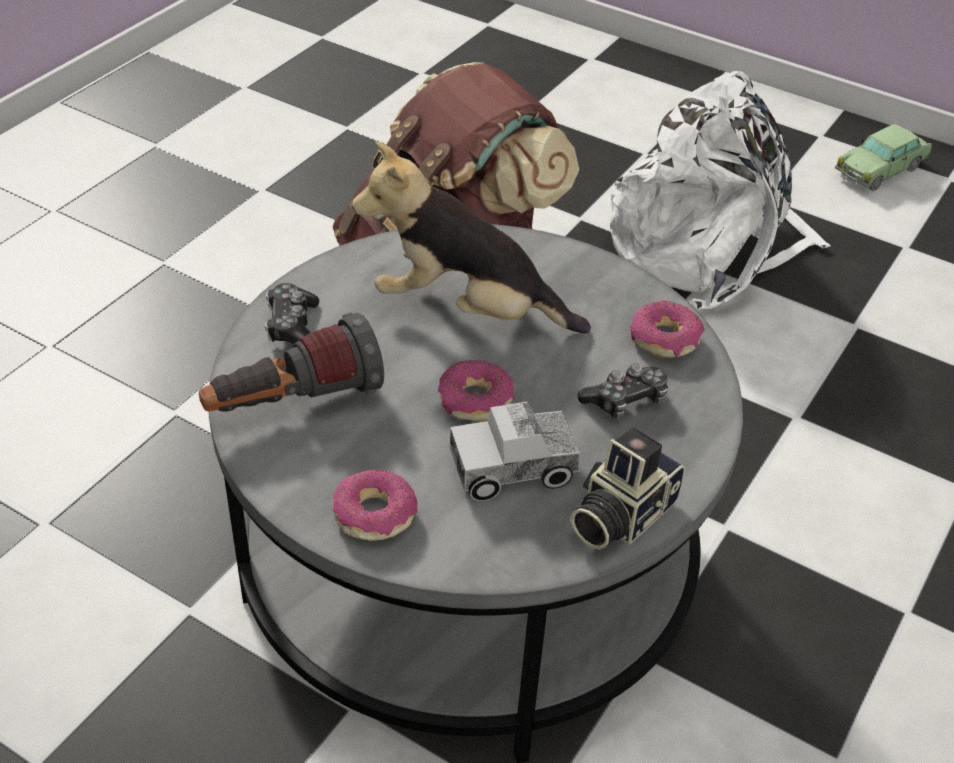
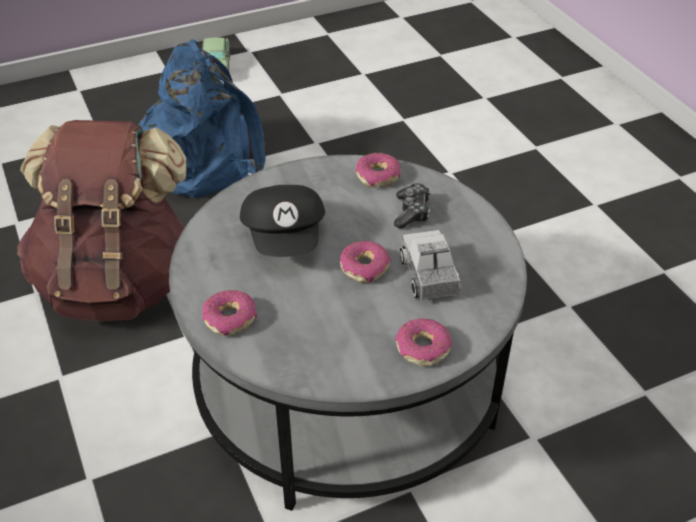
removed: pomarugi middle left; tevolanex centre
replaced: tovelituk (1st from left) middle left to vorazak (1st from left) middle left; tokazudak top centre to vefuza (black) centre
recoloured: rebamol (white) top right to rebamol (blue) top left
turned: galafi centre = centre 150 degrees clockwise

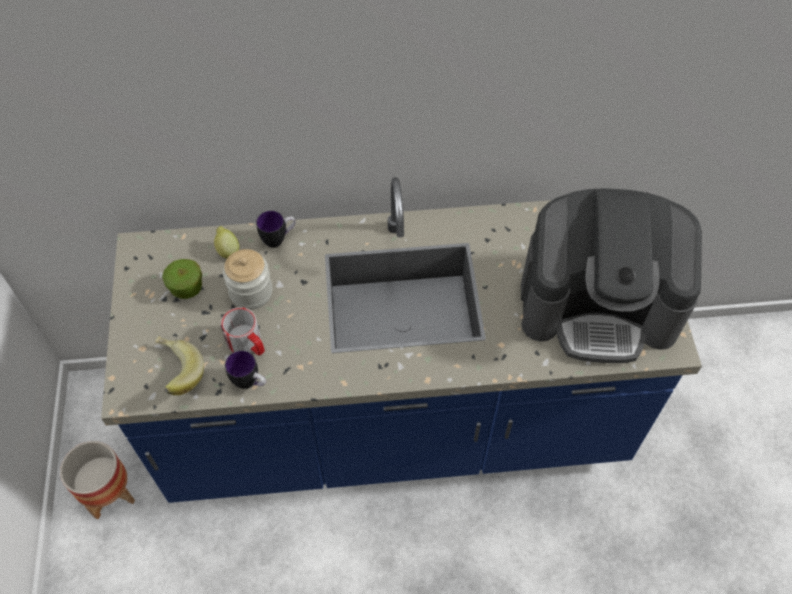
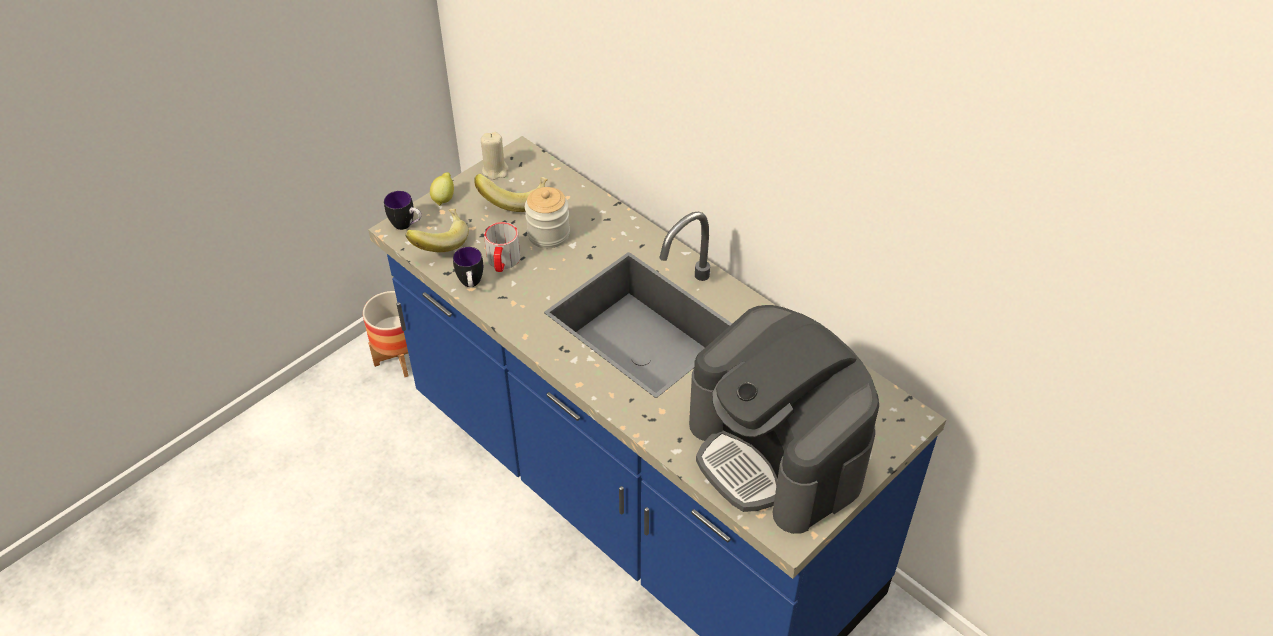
added: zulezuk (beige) top centre
moved: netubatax middle left to top centre; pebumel (3rd from left in the first image) centre to pebumel (1st from left) top left
replaced: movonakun middle left to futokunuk (2nd from left) top centre

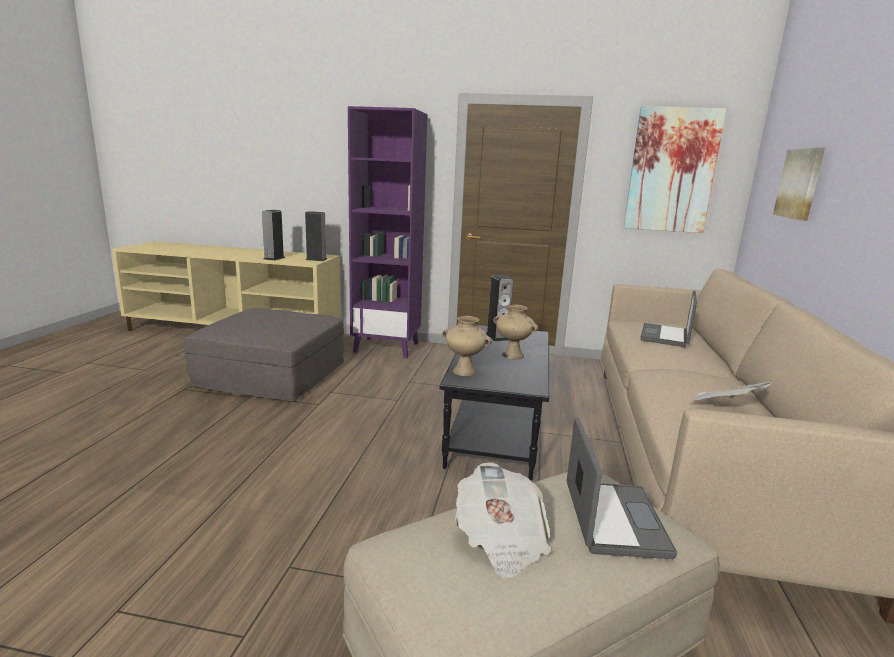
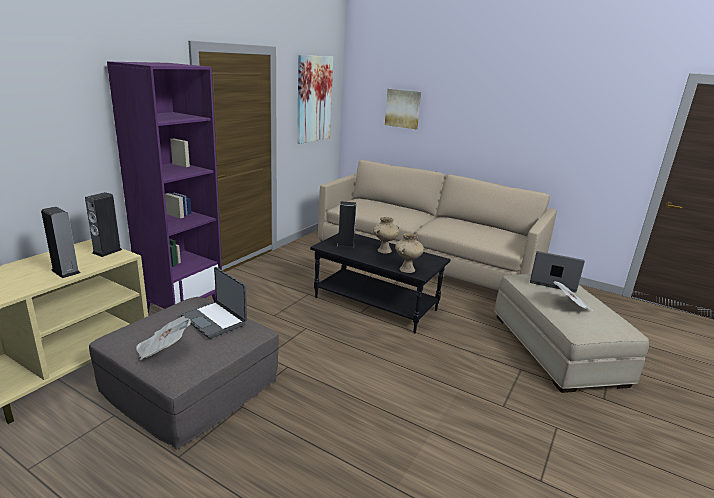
moved: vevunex (2nd from left in the first image) middle right to vevunex (1st from left) middle left; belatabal (2nd from left in the first image) middle right to belatabal (1st from left) bottom left

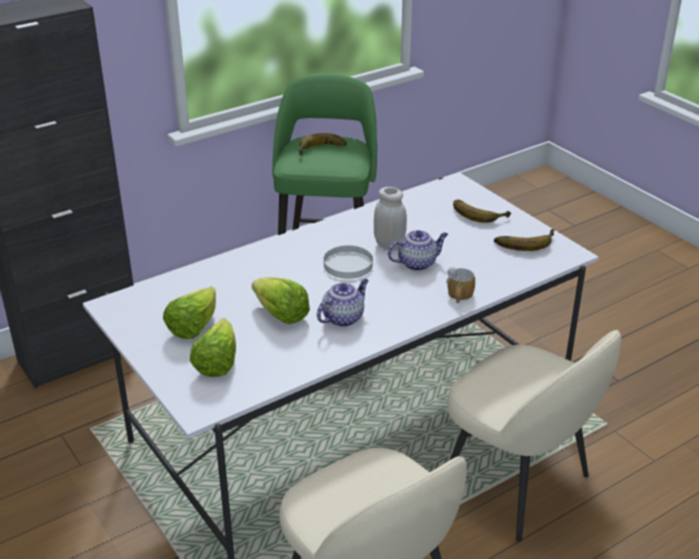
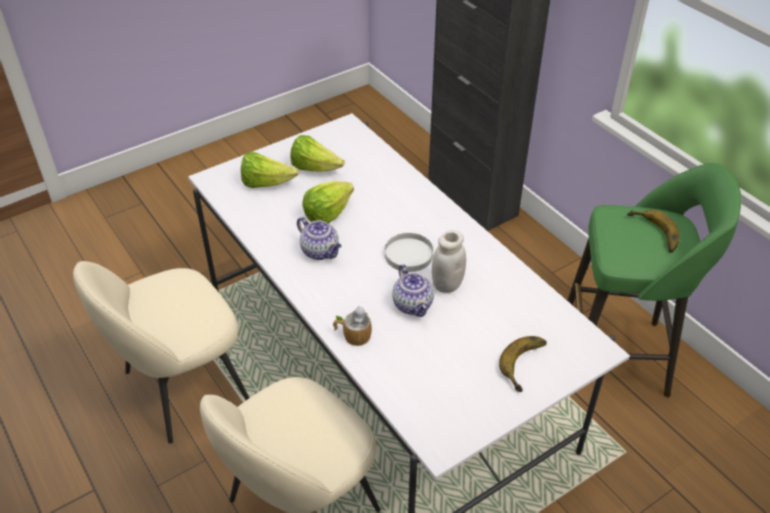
removed: futokunuk (3rd from left) middle right

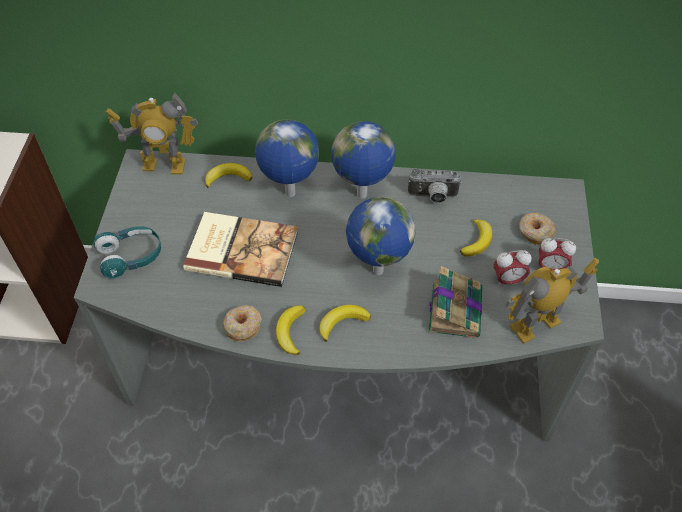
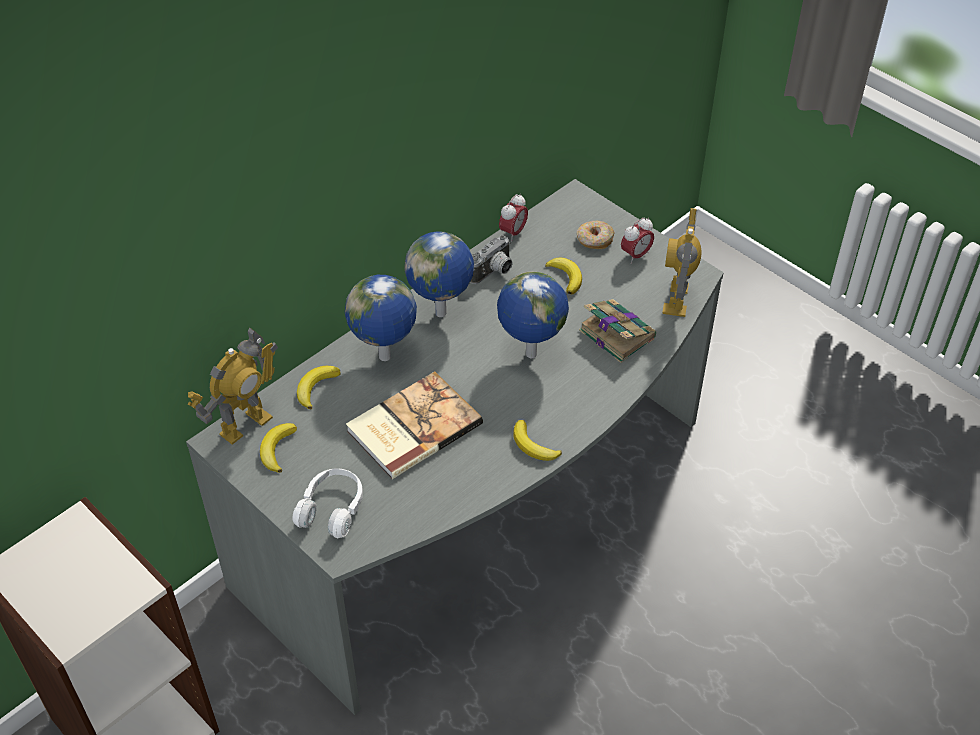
removed: vorazak (1st from left) centre
moved: futokunuk (3rd from left in the first image) centre to futokunuk (1st from left) middle left; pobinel (1st from left) middle right to top centre
recoloured: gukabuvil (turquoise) middle left to gukabuvil (white) bottom centre

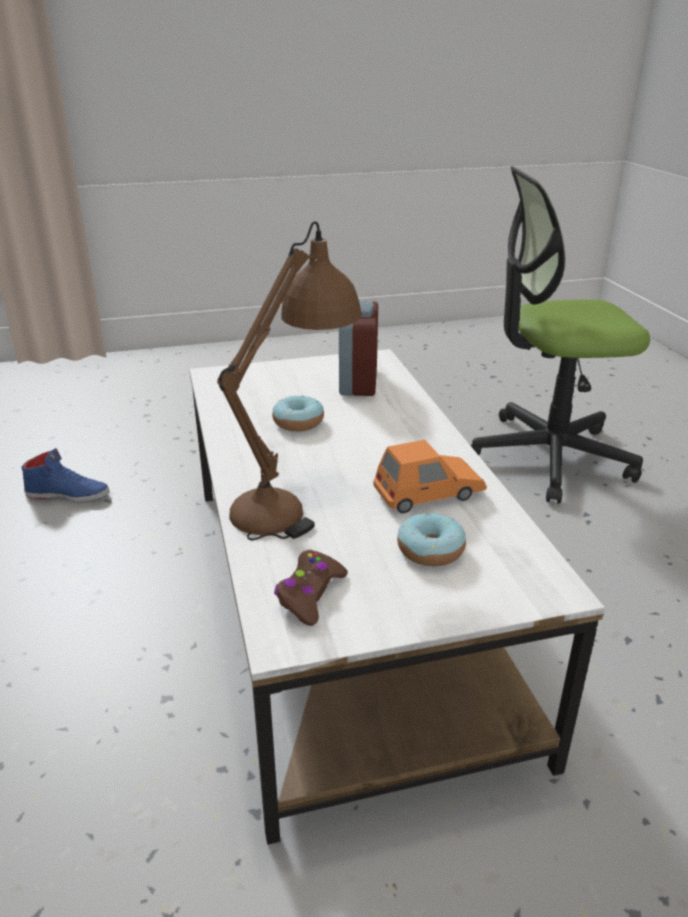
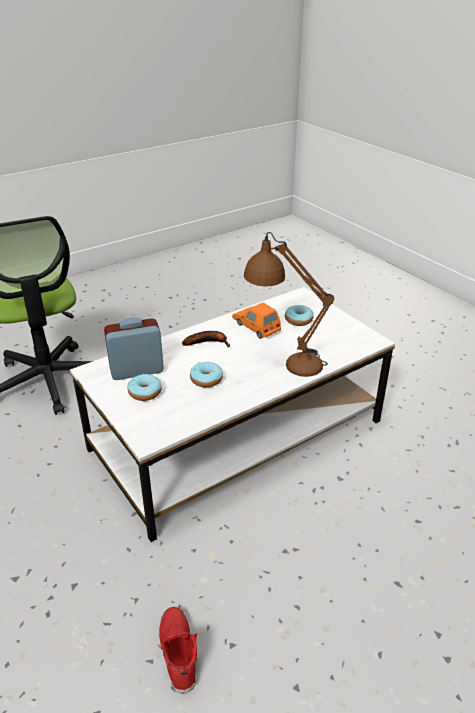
removed: tovelituk (brown) centre
added: vorazak (1st from left) middle left; futokunuk centre
recoloured: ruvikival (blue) middle left to ruvikival (red) bottom centre

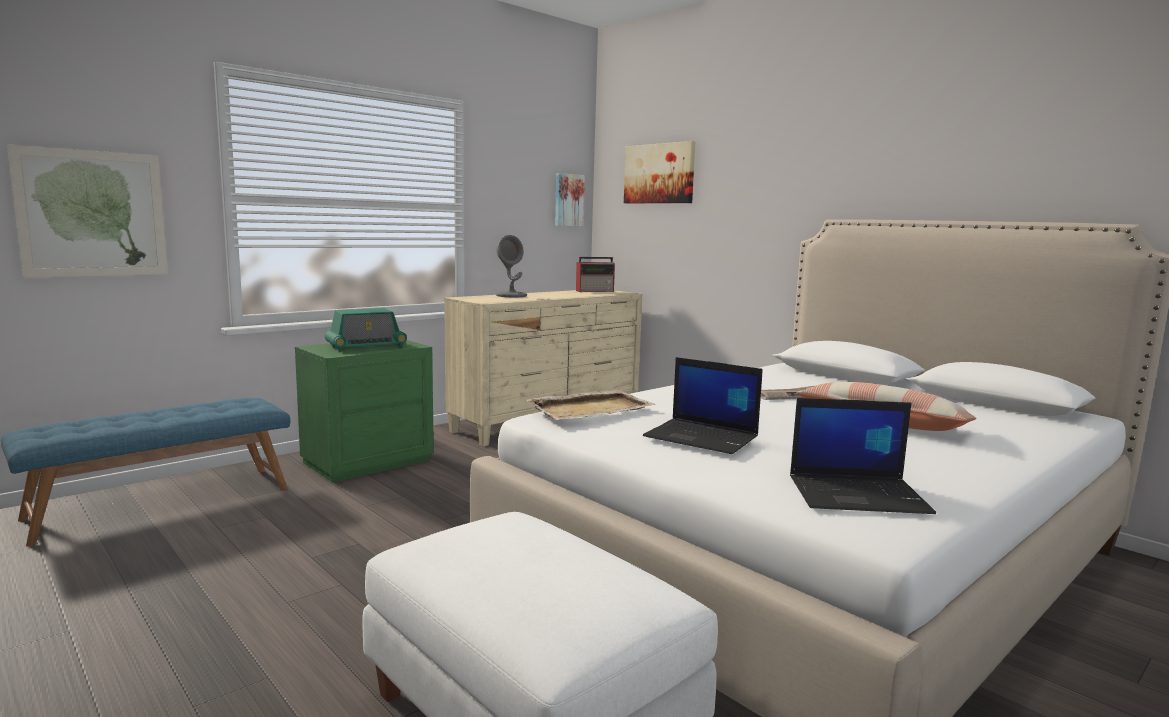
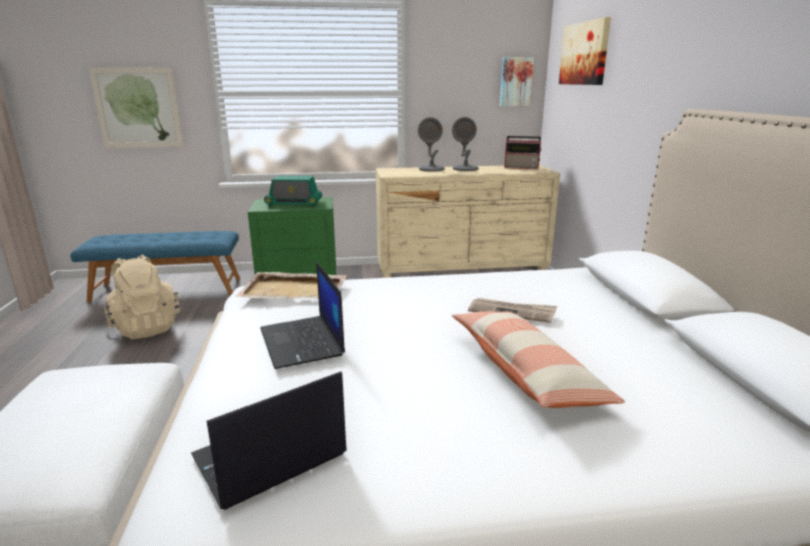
added: rebamol (beige) middle left; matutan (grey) (2nd from left) top centre
turned: vevunex (2nd from left in the first image) middle right = bottom left 105 degrees clockwise

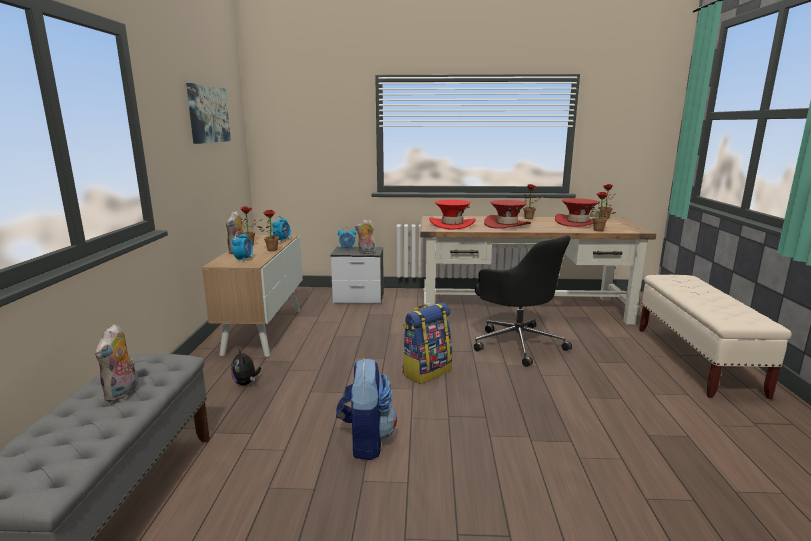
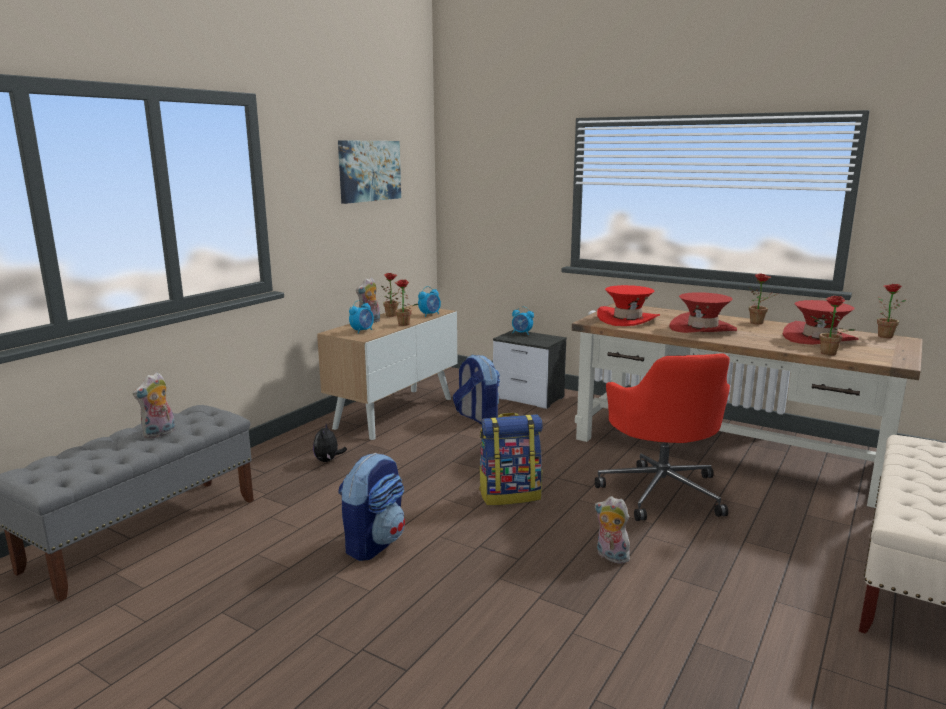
added: rebamol (2nd from left) centre
moved: tokazudak (4th from left) centre to bottom centre
recoloured: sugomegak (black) centre to sugomegak (red) middle right

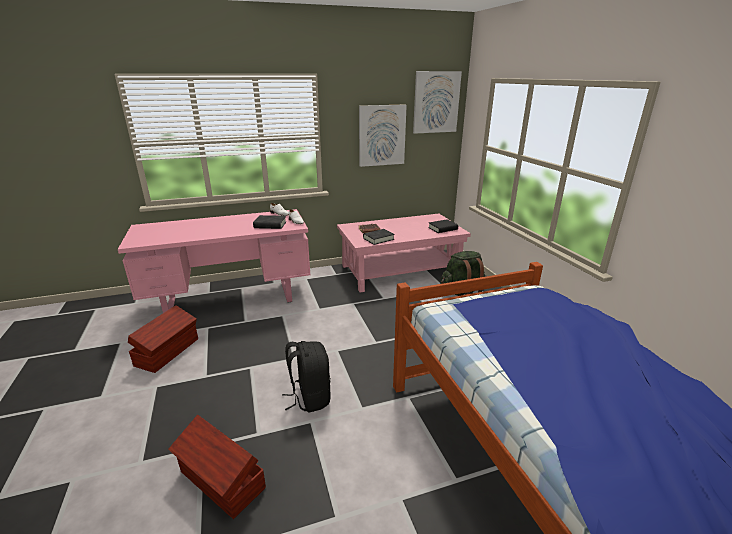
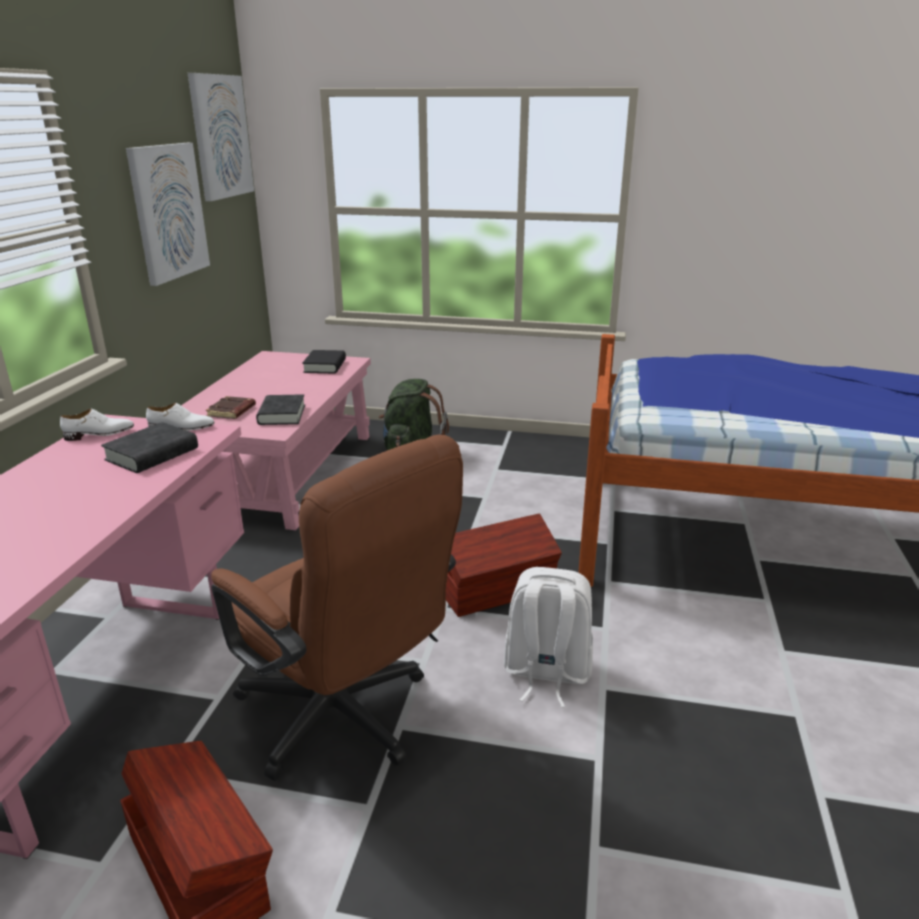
added: sugomegak (brown) centre
moved: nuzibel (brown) (2nd from left) bottom left to centre
recoloured: rebamol (black) bottom centre to rebamol (white) bottom centre

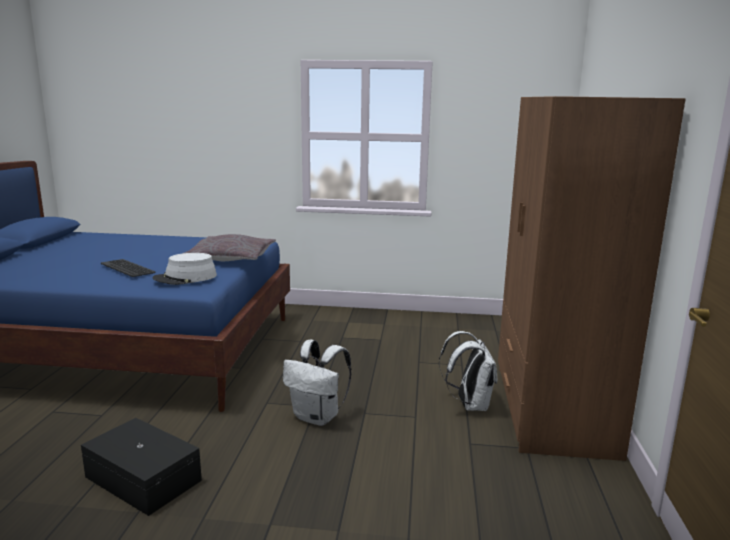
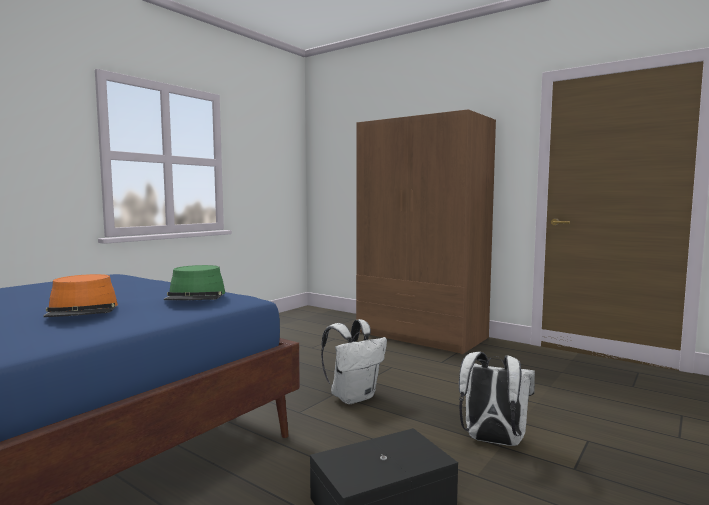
removed: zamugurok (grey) middle left
moved: rebamol (white) (2nd from left) bottom centre to bottom right
replaced: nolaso middle left to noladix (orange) middle left
recoloured: noladix (grey) middle left to noladix (green) middle left

